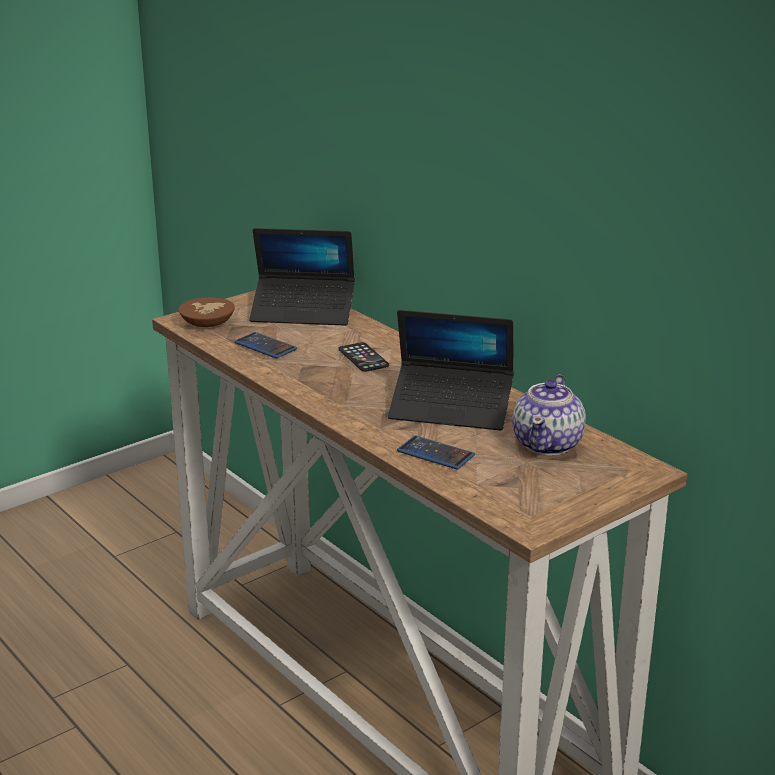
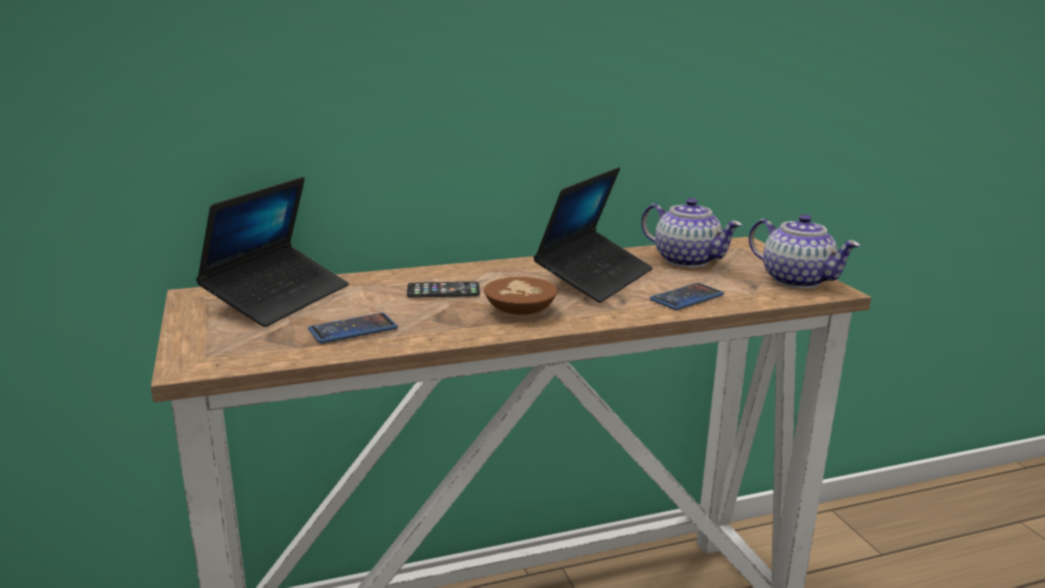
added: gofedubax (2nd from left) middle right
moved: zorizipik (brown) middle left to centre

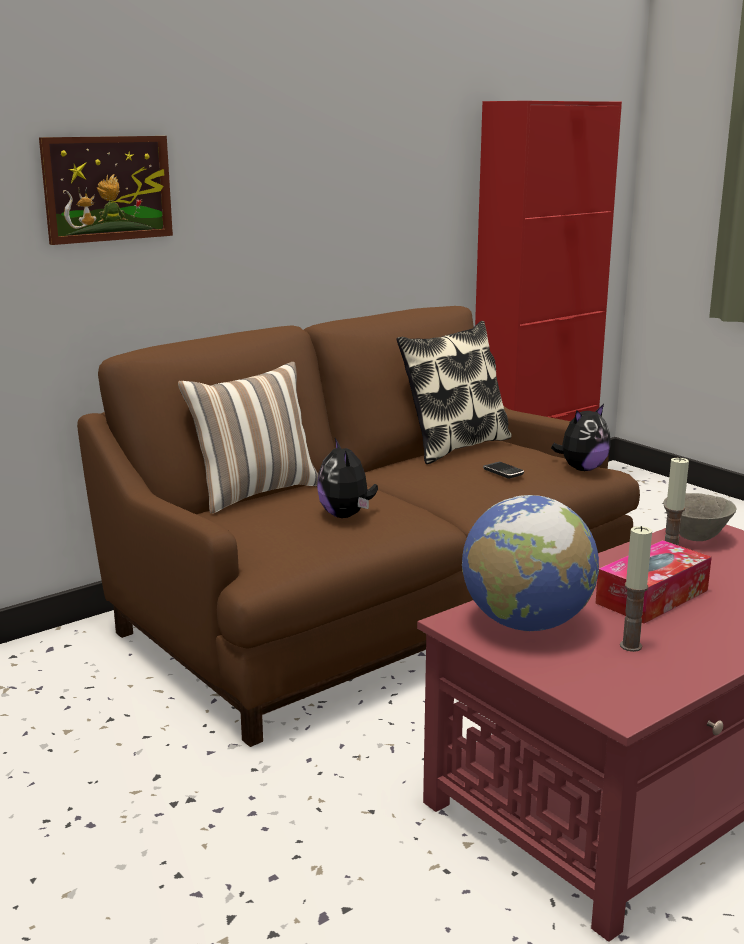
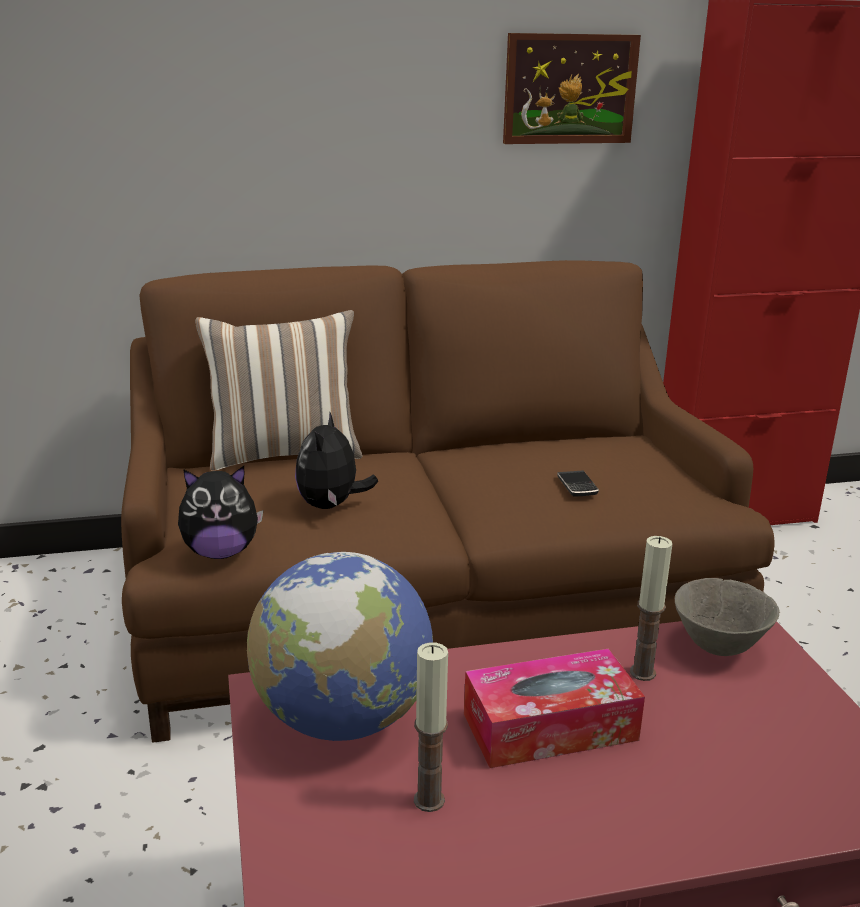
removed: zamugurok (2nd from left) centre
moved: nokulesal top left to top centre; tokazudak (2nd from left in the first image) middle right to tokazudak (1st from left) middle left

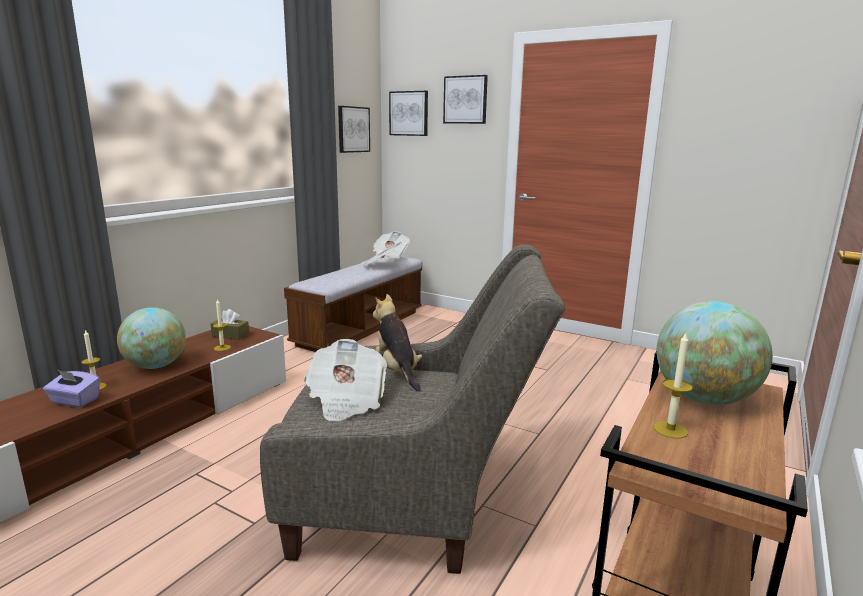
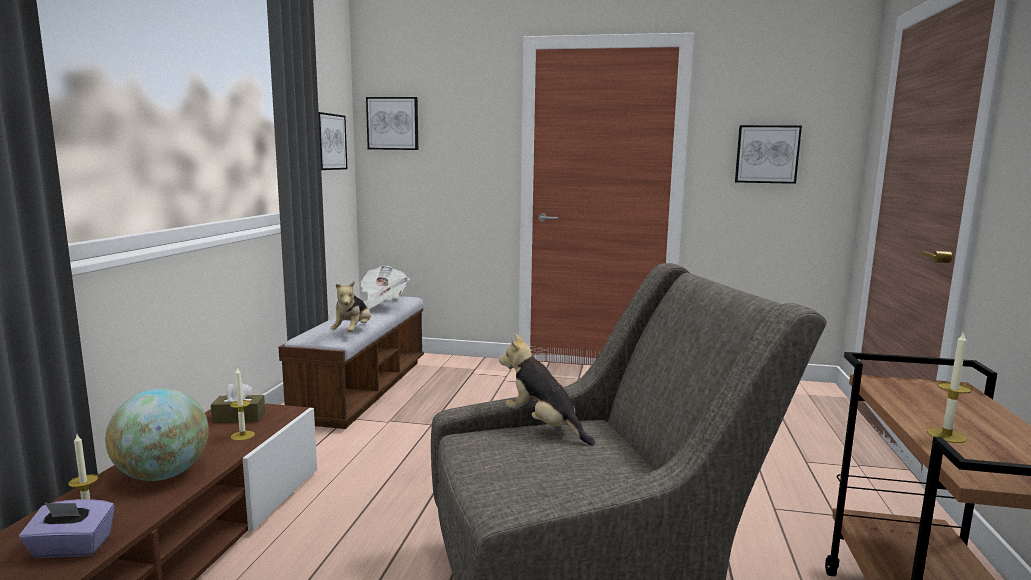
removed: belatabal (1st from left) centre; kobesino (2nd from left) middle right
added: tokazudak (1st from left) centre
moved: nokulesal (3rd from left) top centre to top right

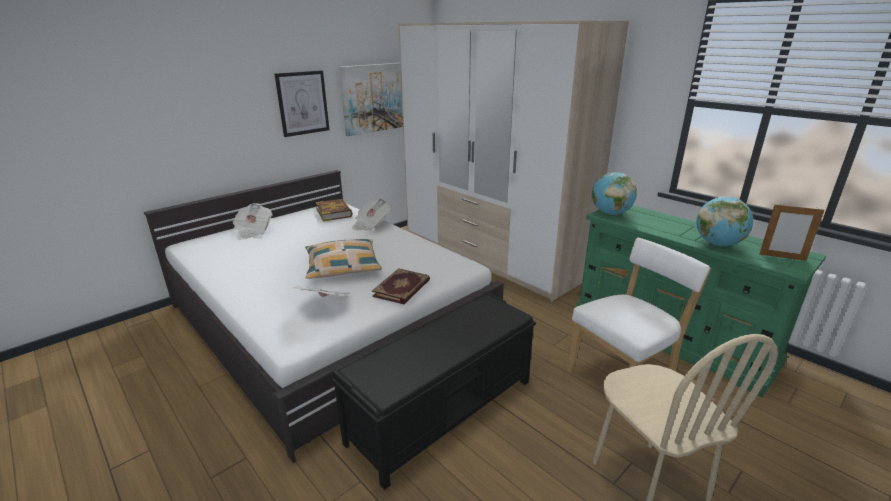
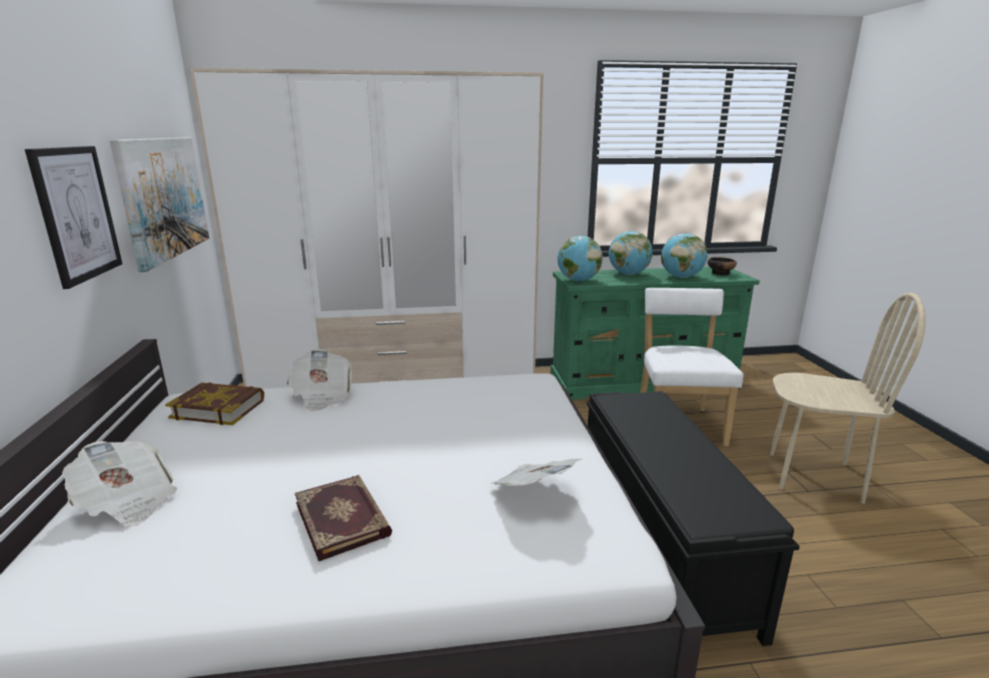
removed: zamugurok centre
added: kobesino (2nd from left) centre
moved: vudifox (2nd from left) centre to bottom centre
replaced: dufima middle right to zorizipik middle right

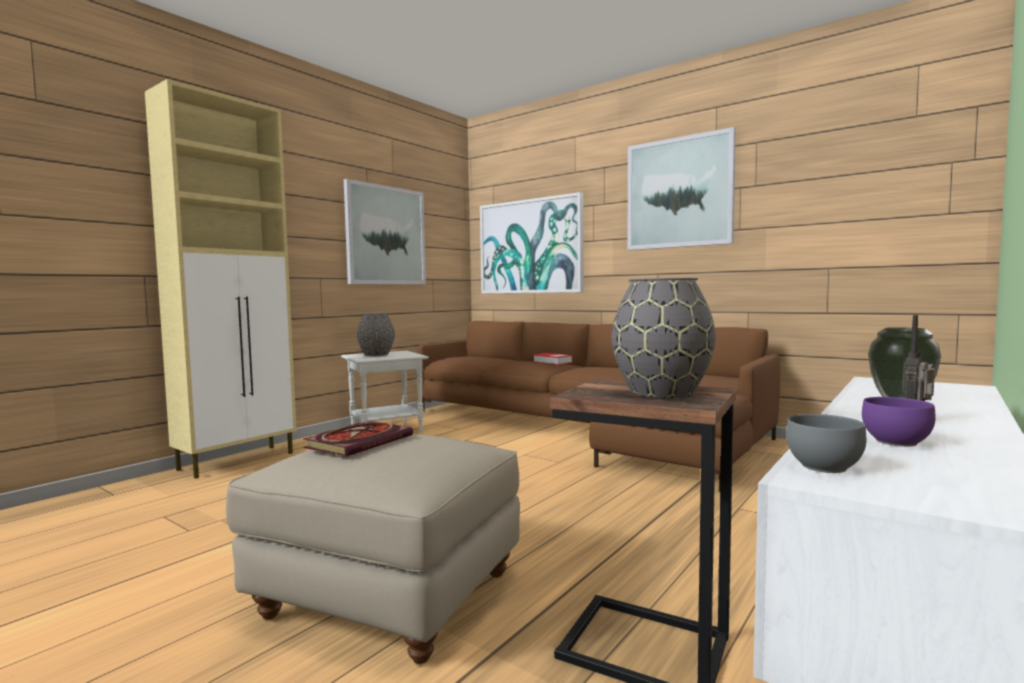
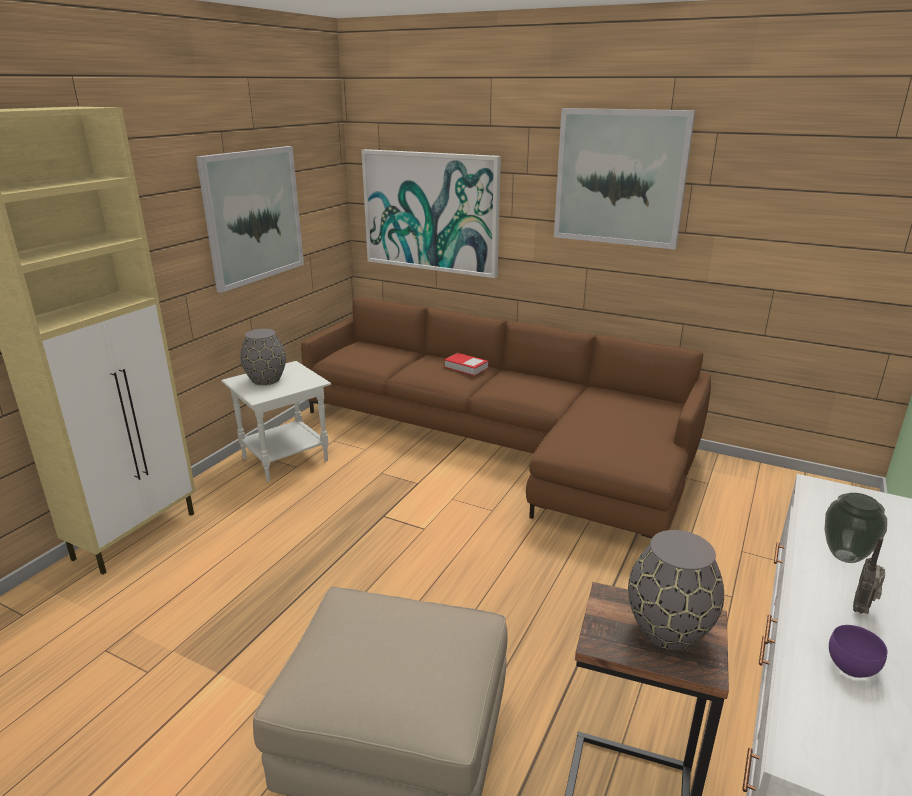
removed: vudifox (1st from left) centre; zorizipik (grey) middle right

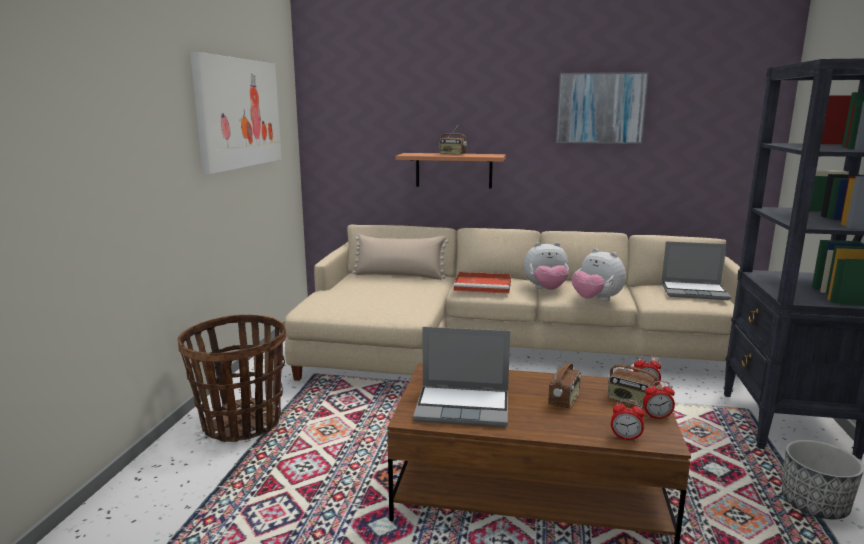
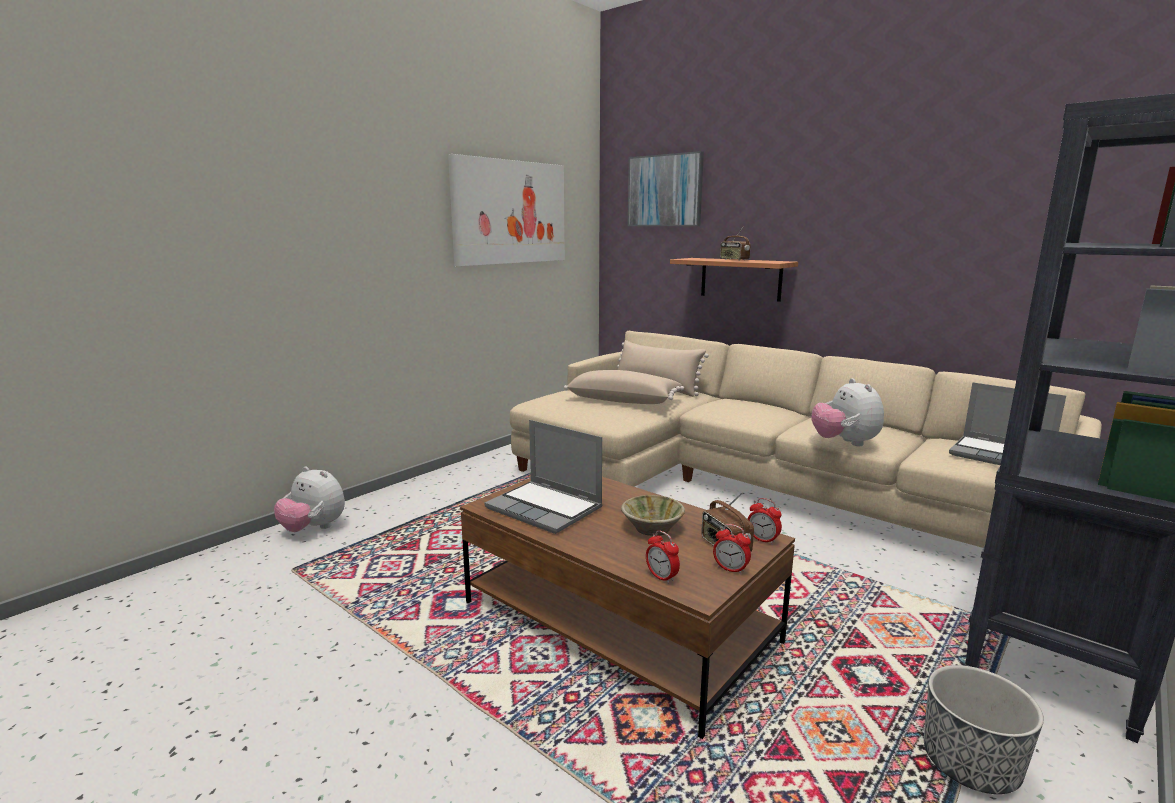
removed: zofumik bottom left; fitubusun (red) centre
added: zamugurok (beige) (1st from left) centre
moved: tokazudak (1st from left) centre to middle left; nokulesal (2nd from left) top right to top centre
replaced: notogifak (2nd from left) bottom centre to zorizipik (beige) centre

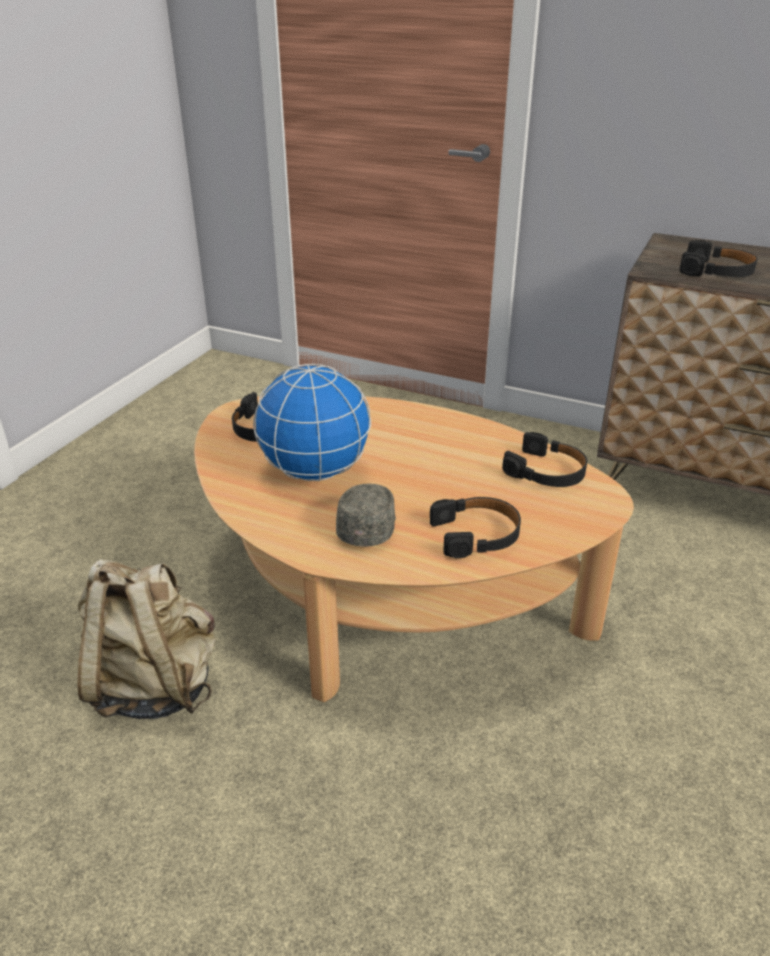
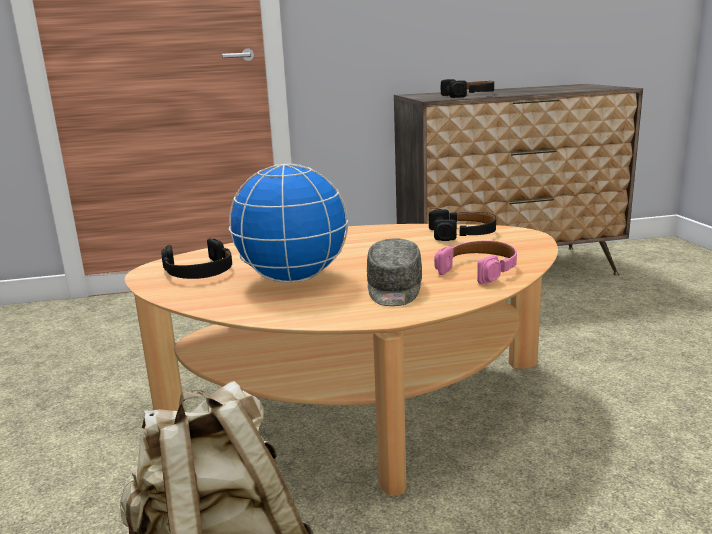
recoloured: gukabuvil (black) (2nd from left) centre to gukabuvil (pink) middle right
turned: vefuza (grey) centre = centre 150 degrees counterclockwise

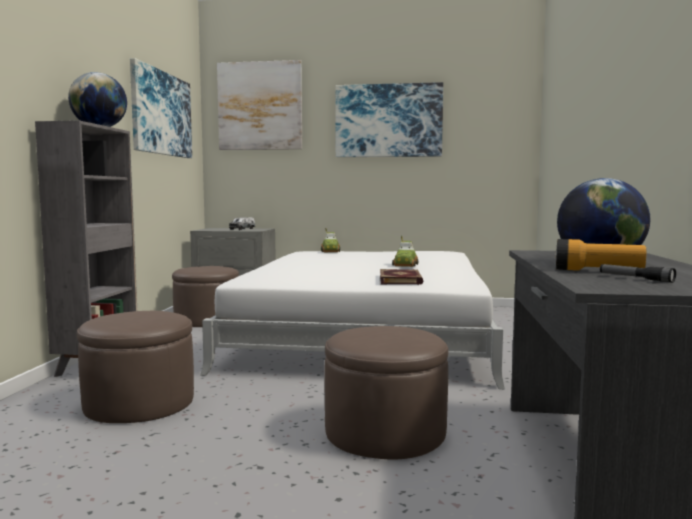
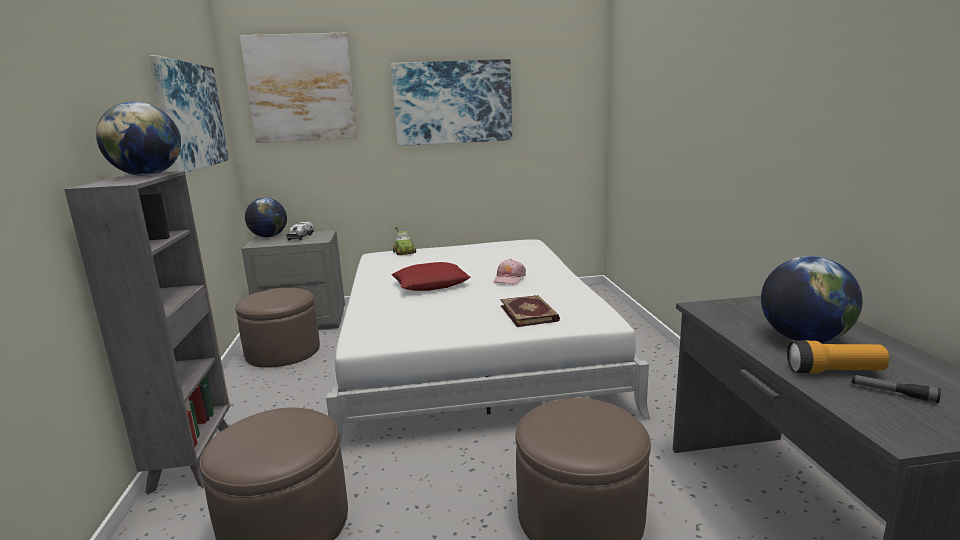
added: kobesino (2nd from left) middle left; zamugurok (red) centre
replaced: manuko (2nd from left) centre to vefuza (pink) centre

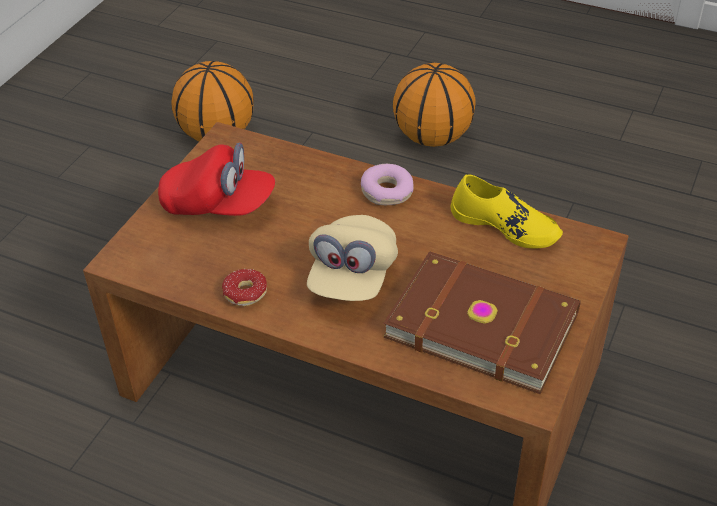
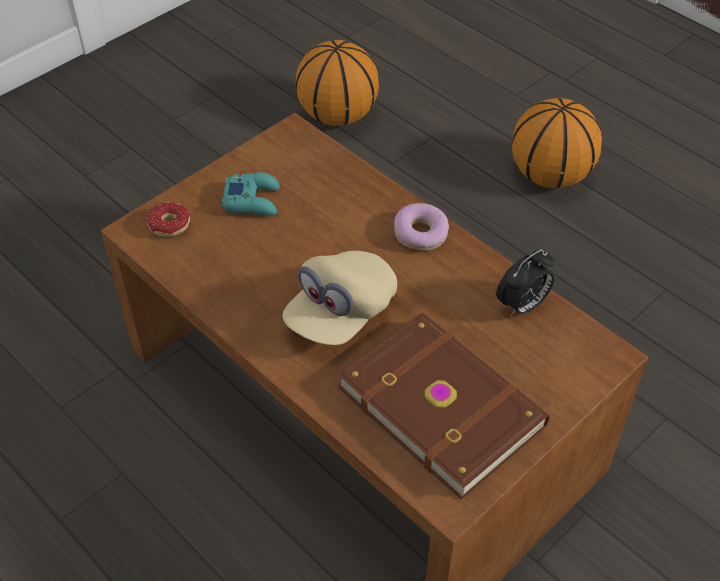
moved: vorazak (1st from left) centre to middle left
replaced: vefuza (red) middle left to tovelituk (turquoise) centre; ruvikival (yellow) middle right to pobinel middle right

